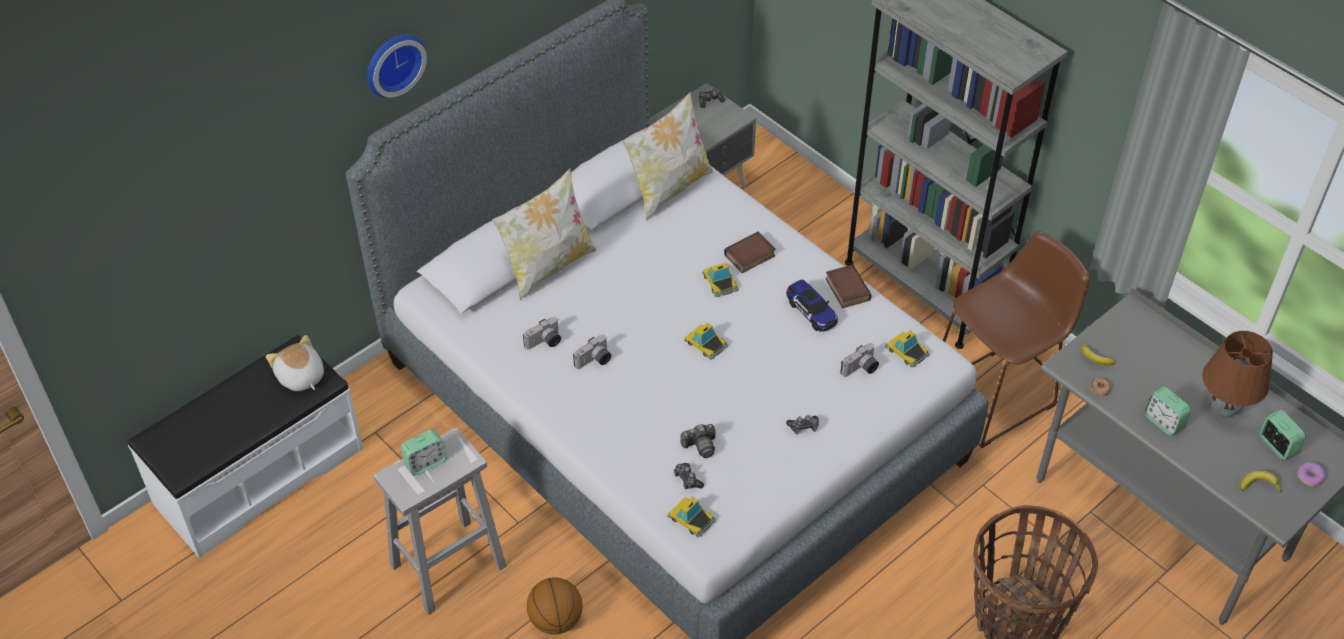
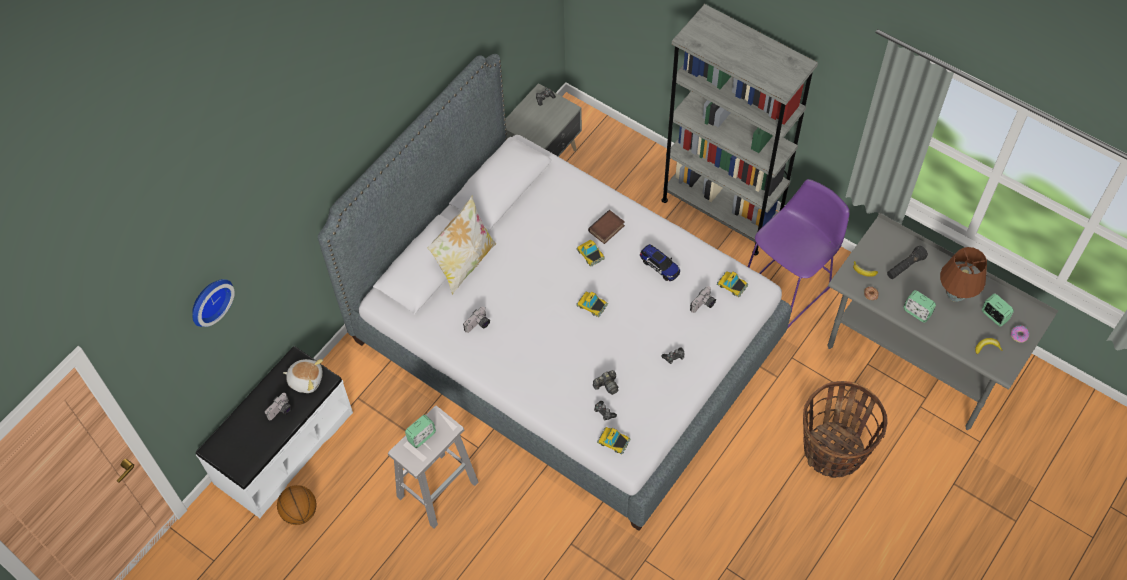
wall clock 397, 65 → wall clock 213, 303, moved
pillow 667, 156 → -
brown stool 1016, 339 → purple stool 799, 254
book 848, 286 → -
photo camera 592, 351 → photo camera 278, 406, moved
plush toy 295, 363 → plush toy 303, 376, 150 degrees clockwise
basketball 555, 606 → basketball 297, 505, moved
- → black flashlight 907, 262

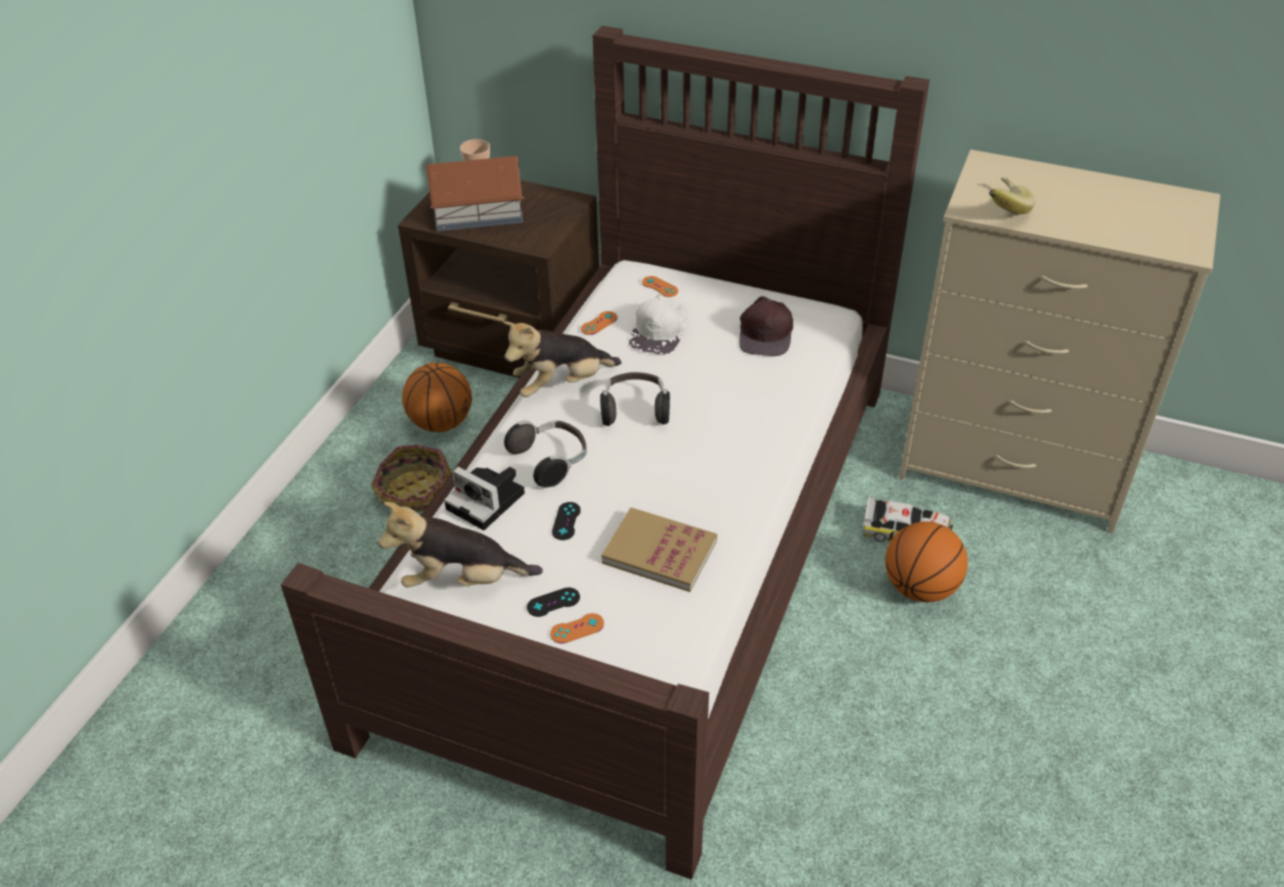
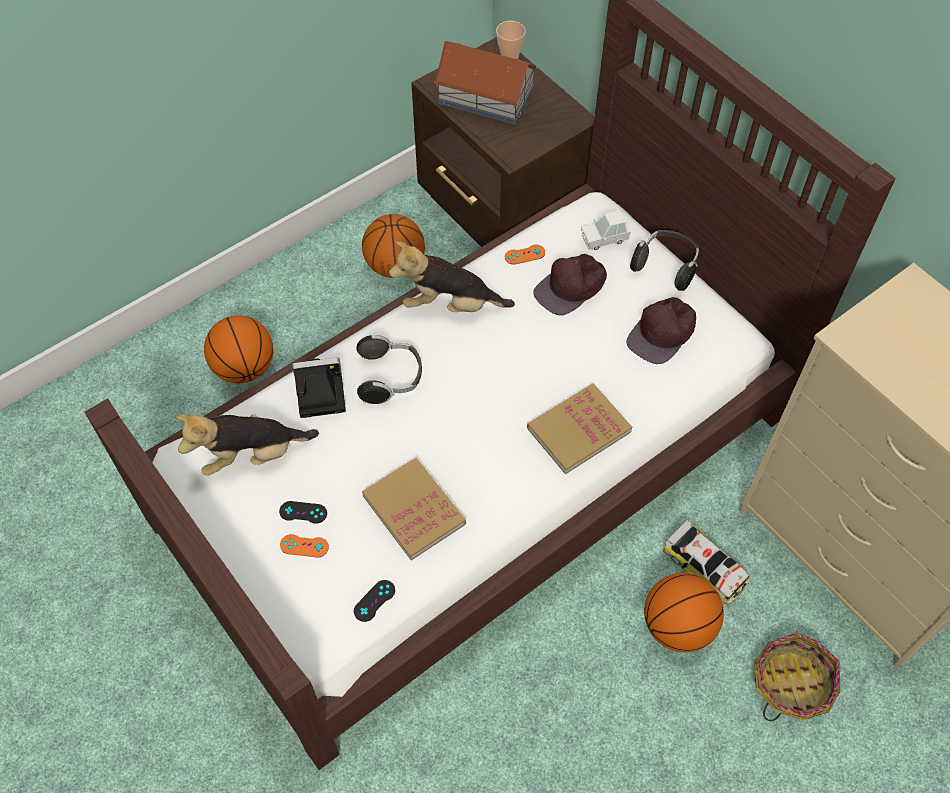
banana 1012, 195 → -
orange game controller 660, 286 → white toy car 606, 230
white cap 659, 324 → brown cap 570, 284
headphones 635, 399 → headphones 664, 260, moved
basket 411, 478 → basket 797, 676, moved
photo camera 484, 498 → photo camera 319, 388, 105 degrees clockwise
plush toy 460, 544 → plush toy 247, 445, 45 degrees counterclockwise
black game controller 566, 521 → black game controller 374, 601, moved
- → basketball 238, 349
- → book 579, 429

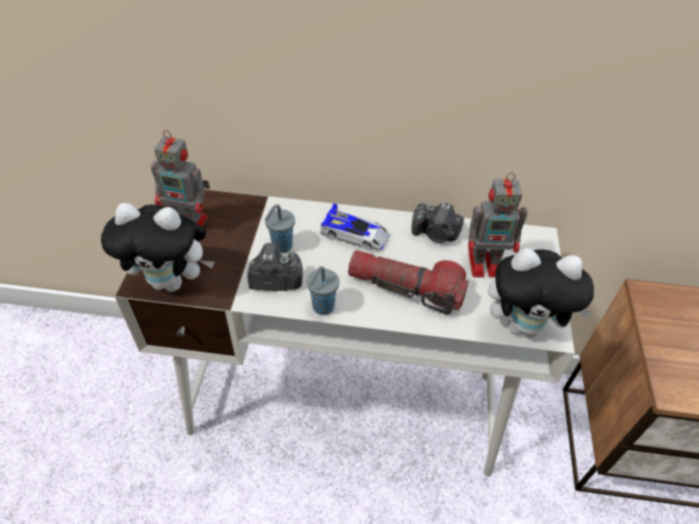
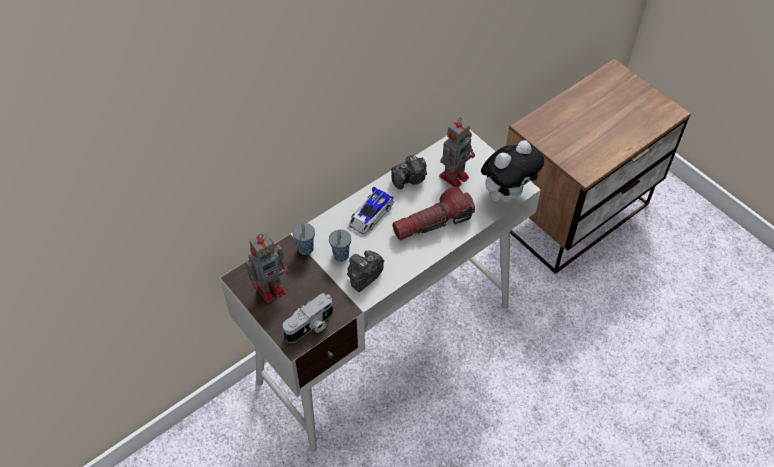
plush toy 157, 247 → photo camera 308, 318
toy car 354, 227 → toy car 371, 210, 150 degrees clockwise
grey cup 323, 290 → grey cup 304, 239, moved

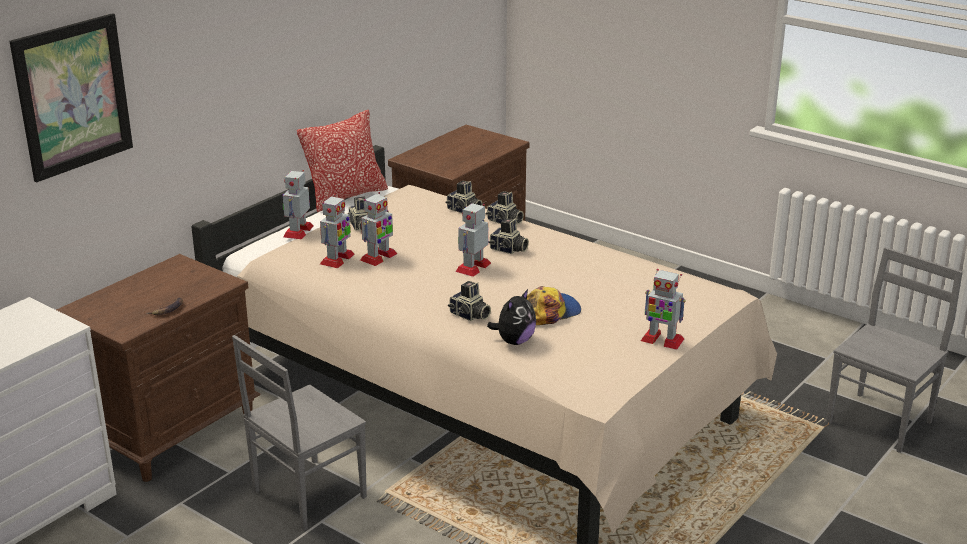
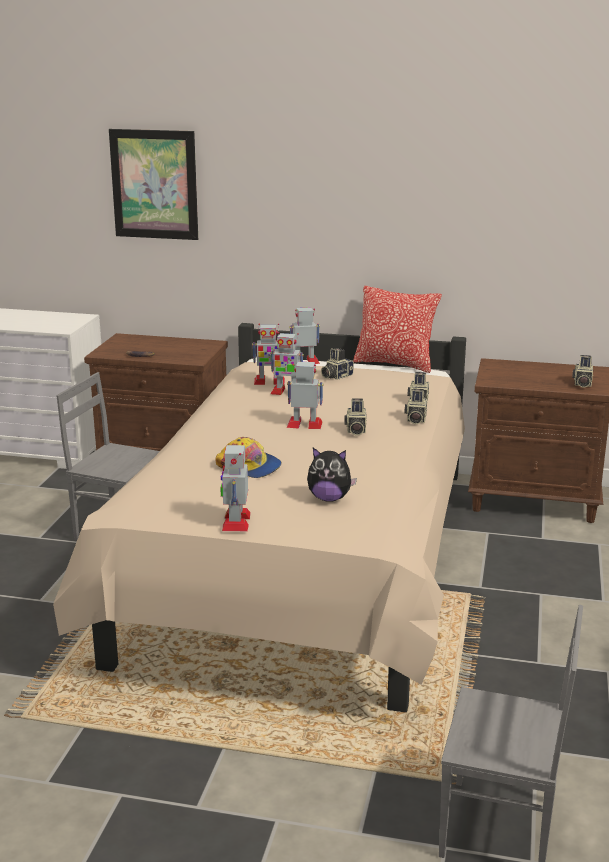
photo camera 469, 301 → photo camera 582, 371, moved
plush toy 511, 317 → plush toy 332, 475, moved

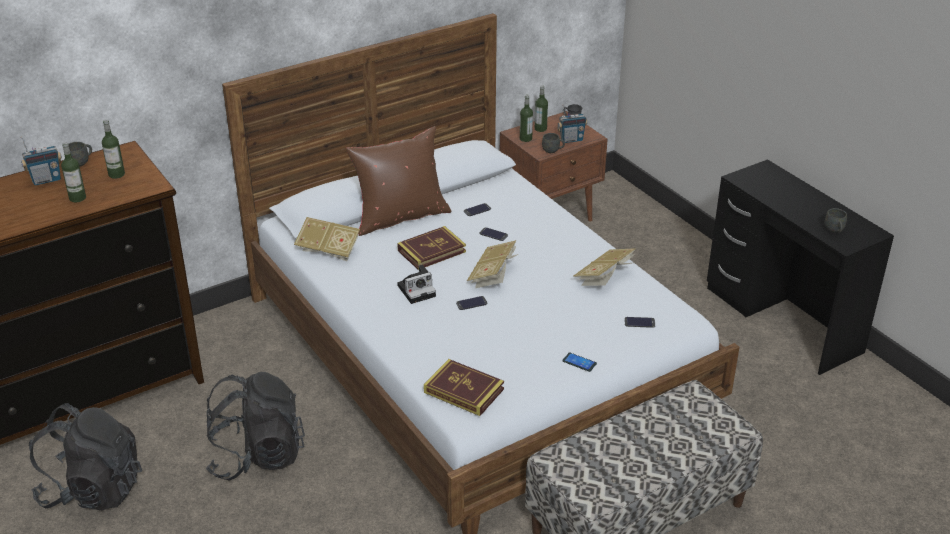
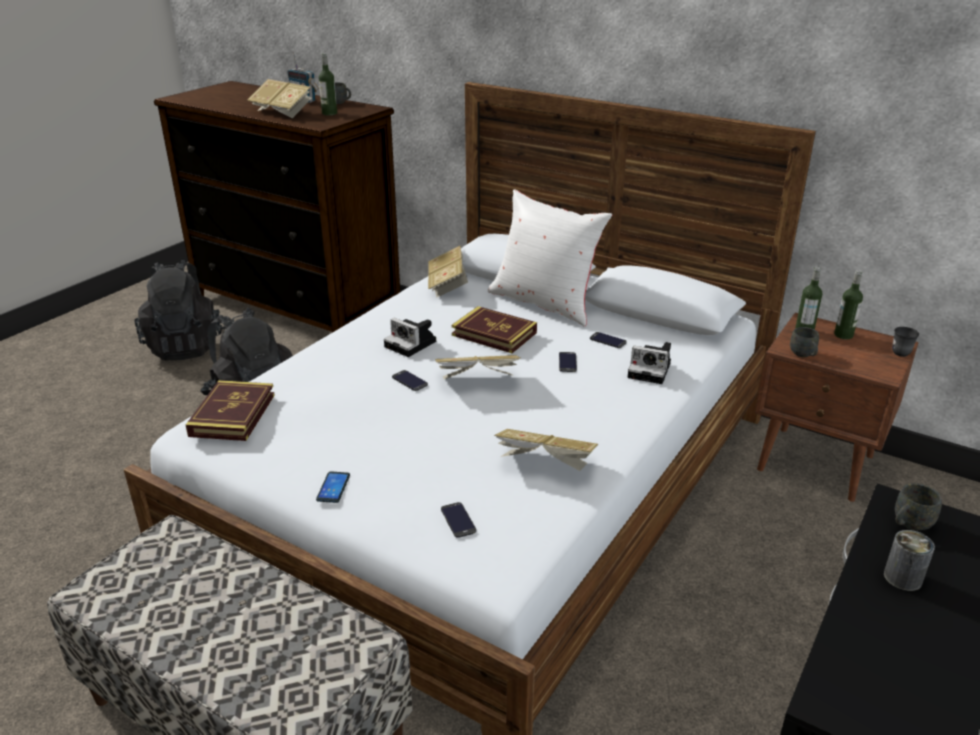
radio 572, 123 → -
brown pillow 399, 181 → white pillow 550, 257
bottle 73, 172 → book 279, 98
grey mug 836, 220 → grey mug 918, 506, moved
- → photo camera 649, 363
- → can 909, 560

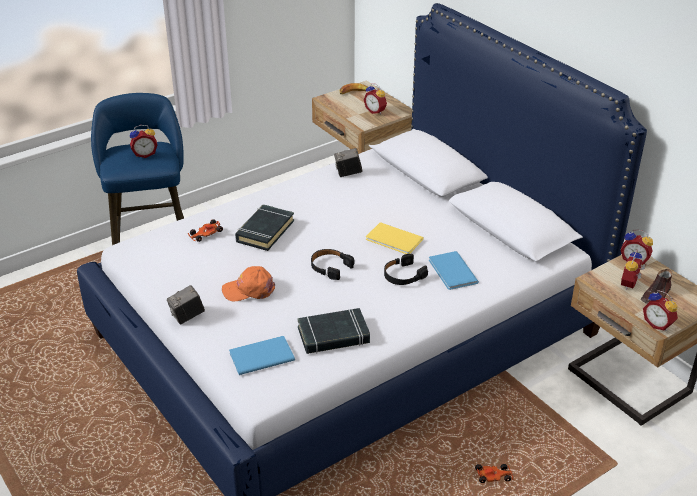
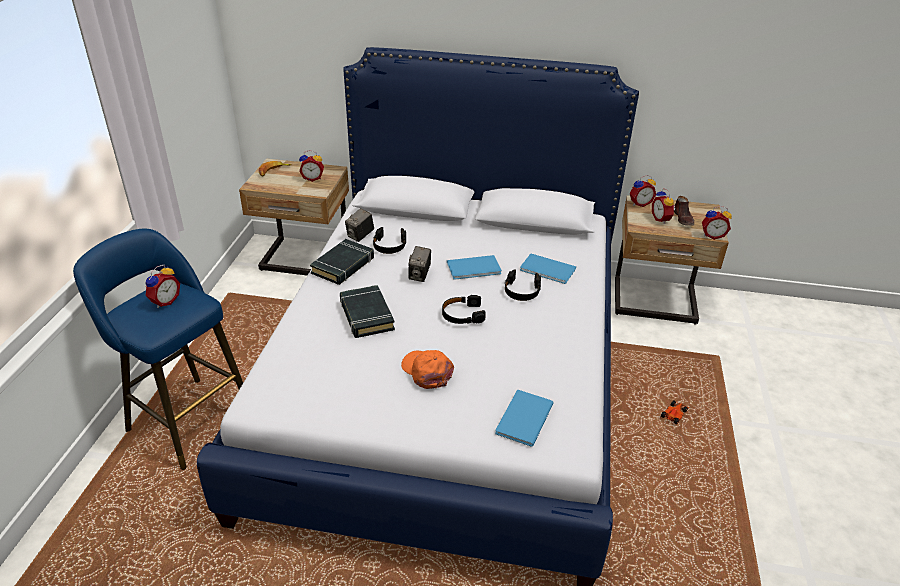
toy car 205, 230 → -
yellow book 395, 238 → blue book 474, 267
orange cap 248, 284 → orange cap 427, 369, 105 degrees clockwise
photo camera 186, 304 → photo camera 419, 264, moved
black book 333, 331 → black book 342, 262, moved
- → black headphones 389, 240

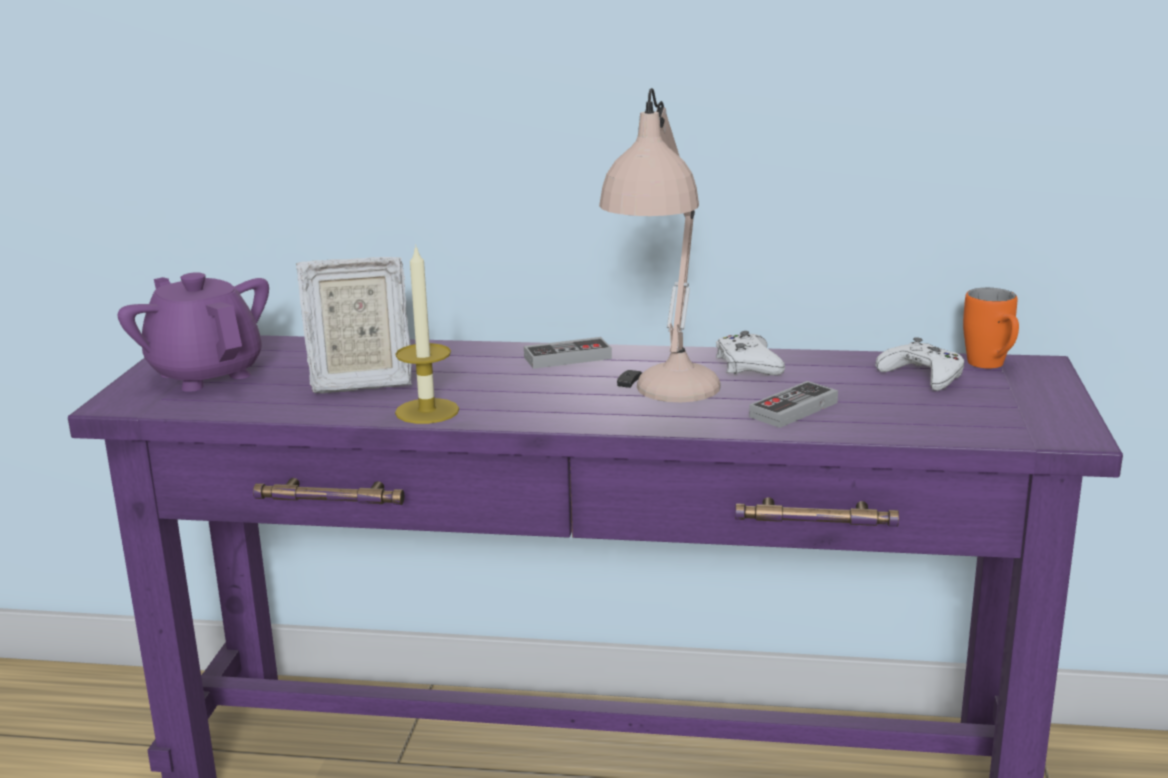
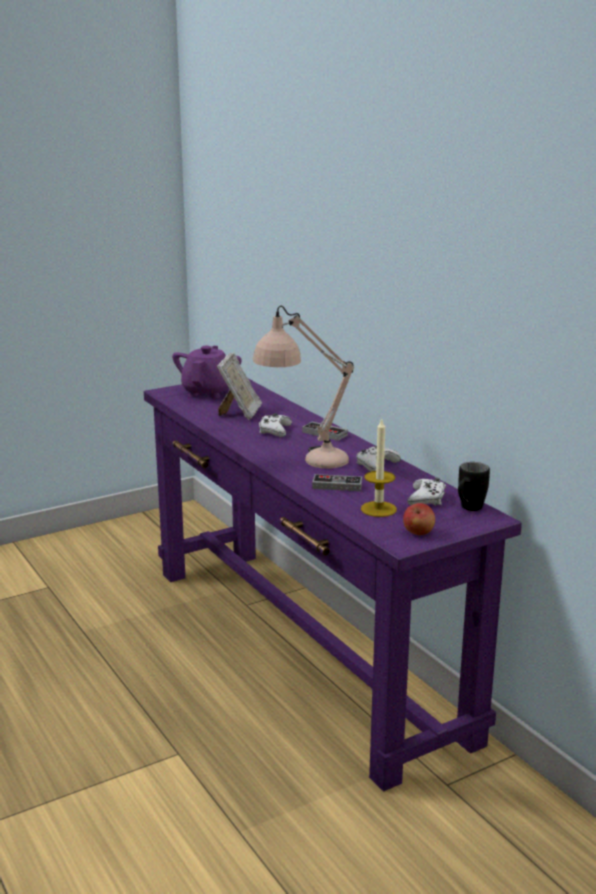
candle 427, 334 → candle 379, 467, moved
picture frame 354, 325 → picture frame 239, 386, 120 degrees counterclockwise
orange mug 991, 328 → black mug 474, 486
- → white game controller 275, 425
- → apple 419, 519

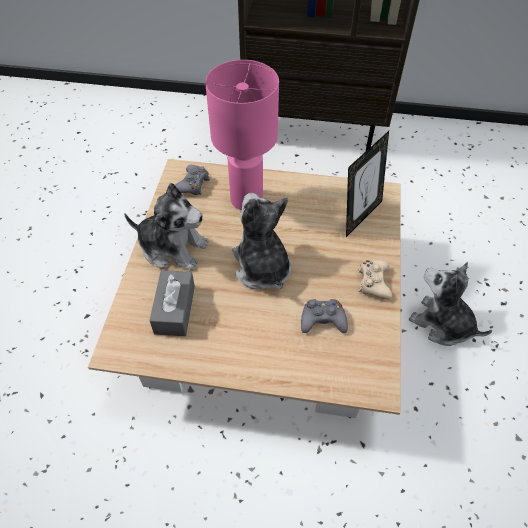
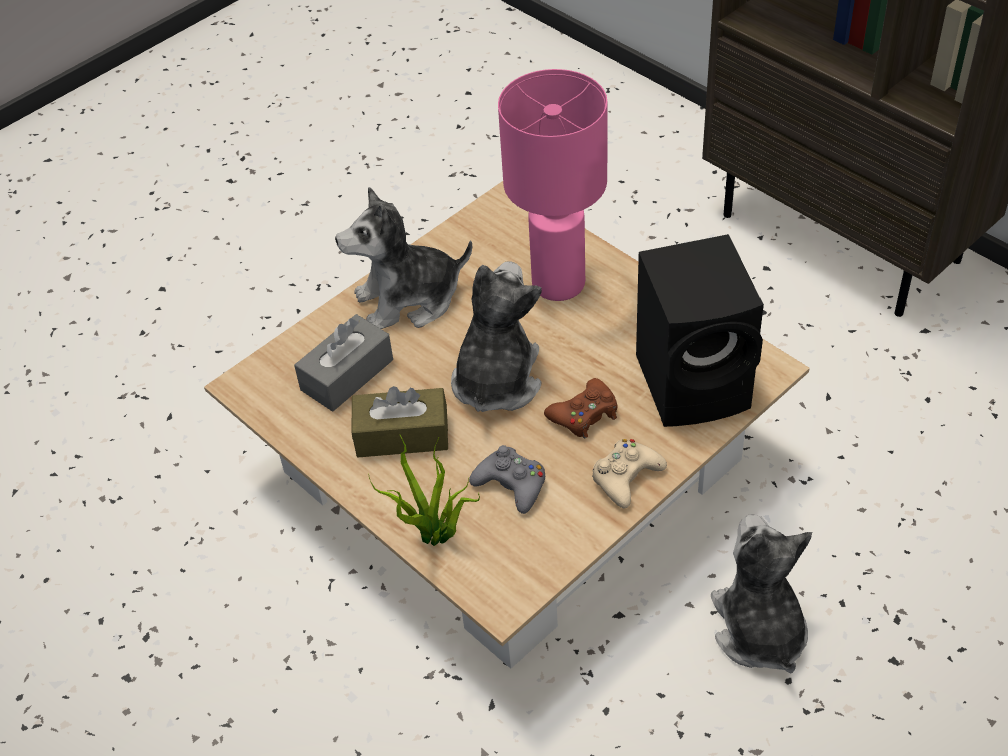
picture frame 367, 184 → black speaker 700, 330
grey game controller 192, 180 → -
plush toy 166, 227 → plush toy 403, 258, 105 degrees clockwise
- → brown game controller 580, 408
- → brown tissue box 399, 421
- → potted plant 424, 490

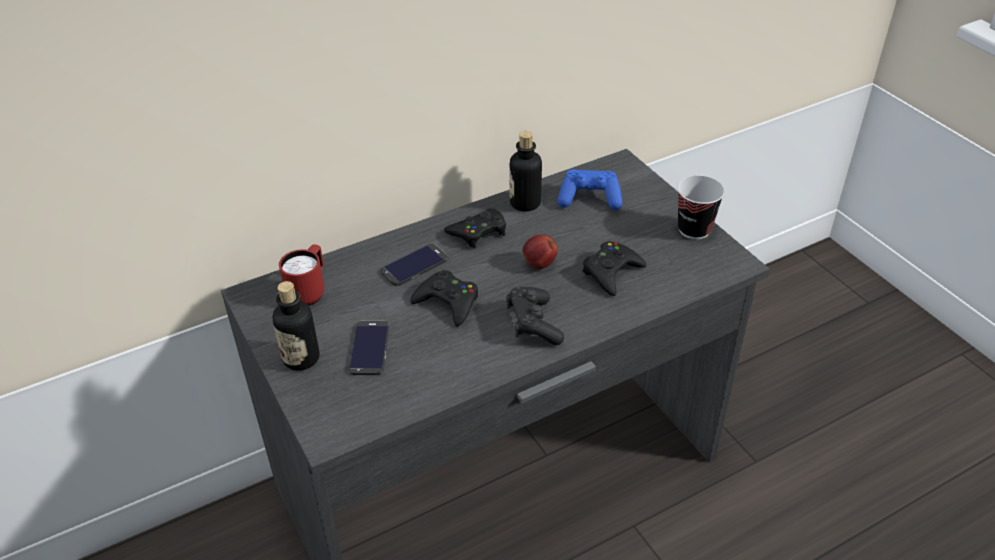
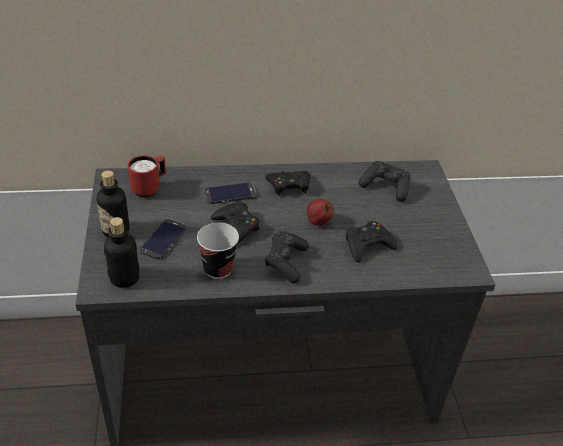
bottle 526, 171 → bottle 122, 252, moved
blue game controller 590, 189 → black game controller 385, 181
cup 701, 207 → cup 218, 251, moved

